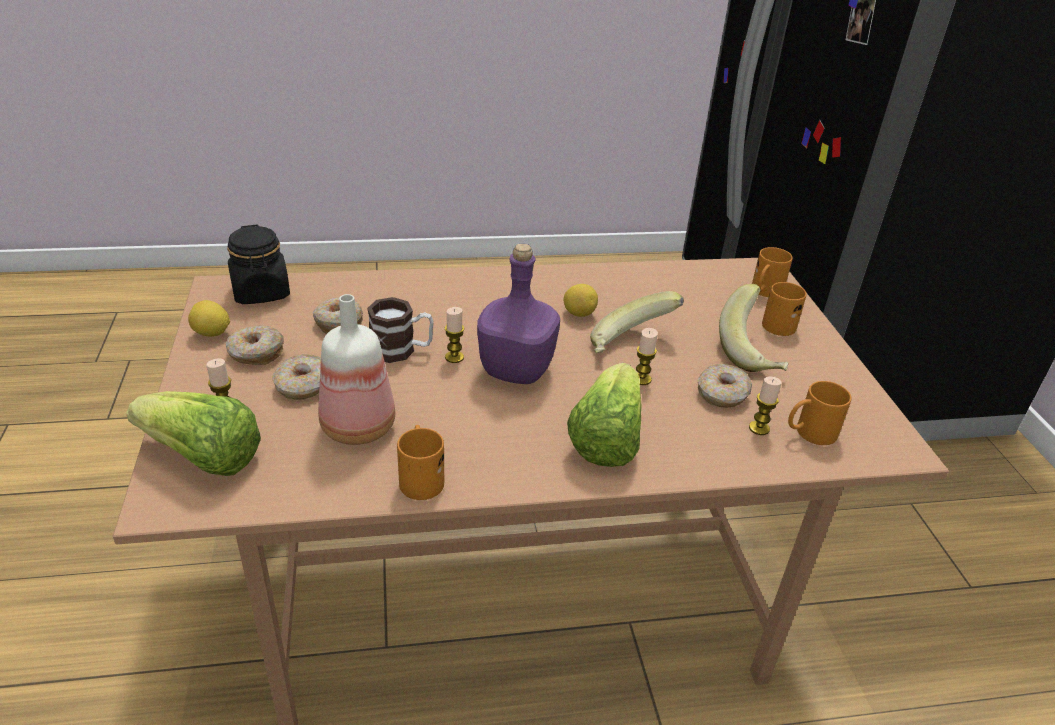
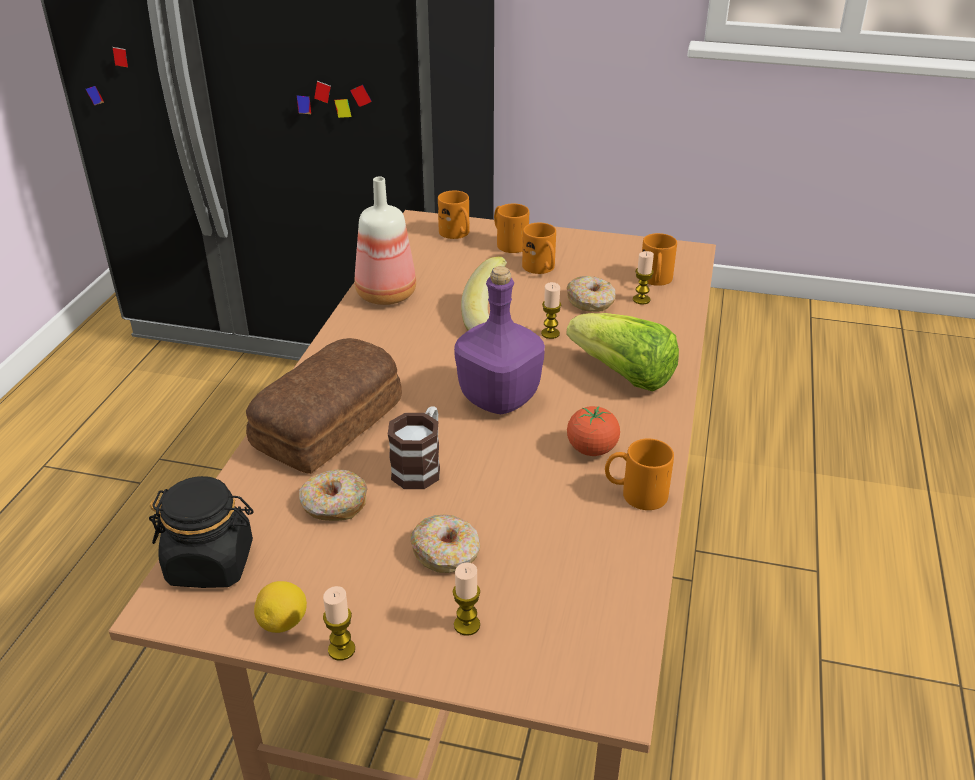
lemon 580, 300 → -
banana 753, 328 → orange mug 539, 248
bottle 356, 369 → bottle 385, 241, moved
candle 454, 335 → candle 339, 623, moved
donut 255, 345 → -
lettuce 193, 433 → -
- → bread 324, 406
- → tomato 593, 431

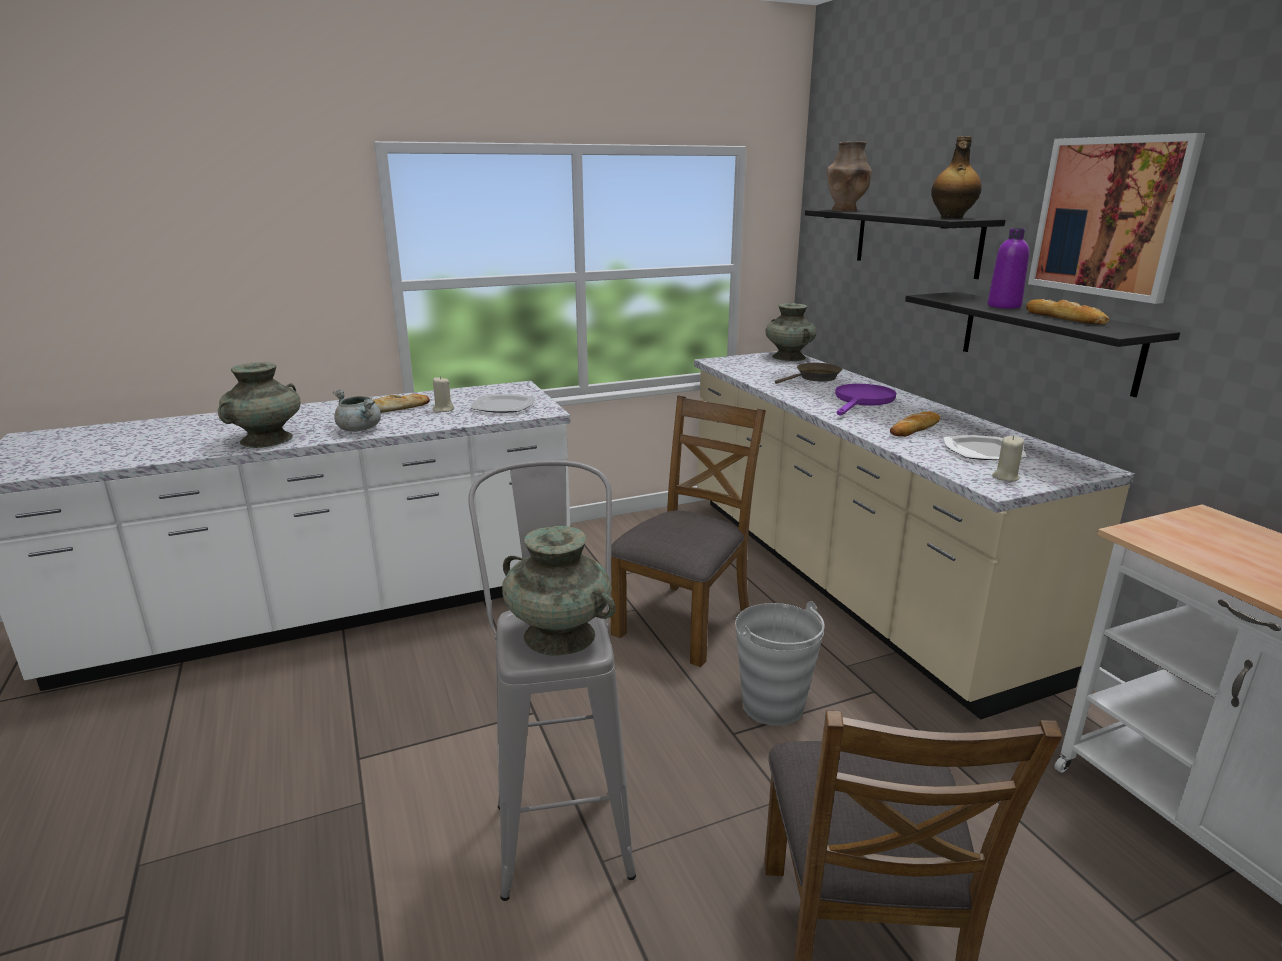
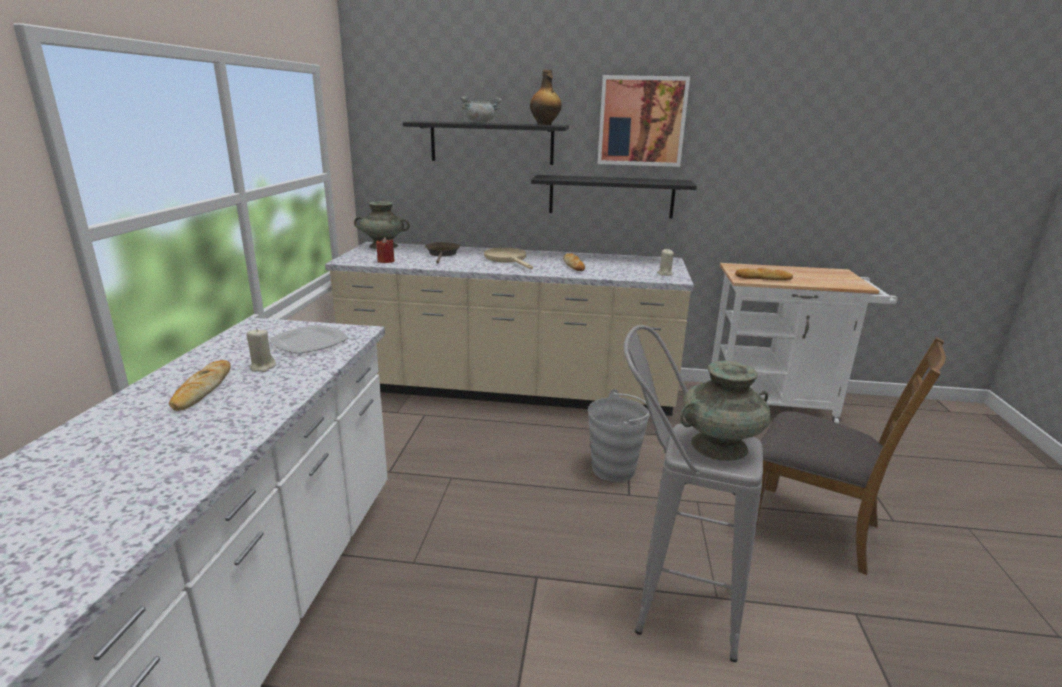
brown vase 849, 176 → -
purple bottle 1008, 268 → -
bread 1067, 312 → bread 764, 274, moved
turquoise vase 259, 405 → -
purple frying pan 865, 399 → beige frying pan 508, 259
grey cooking pot 357, 410 → grey cooking pot 481, 109, moved
brown chair 688, 531 → -
plate 985, 447 → -
- → red candle 385, 250

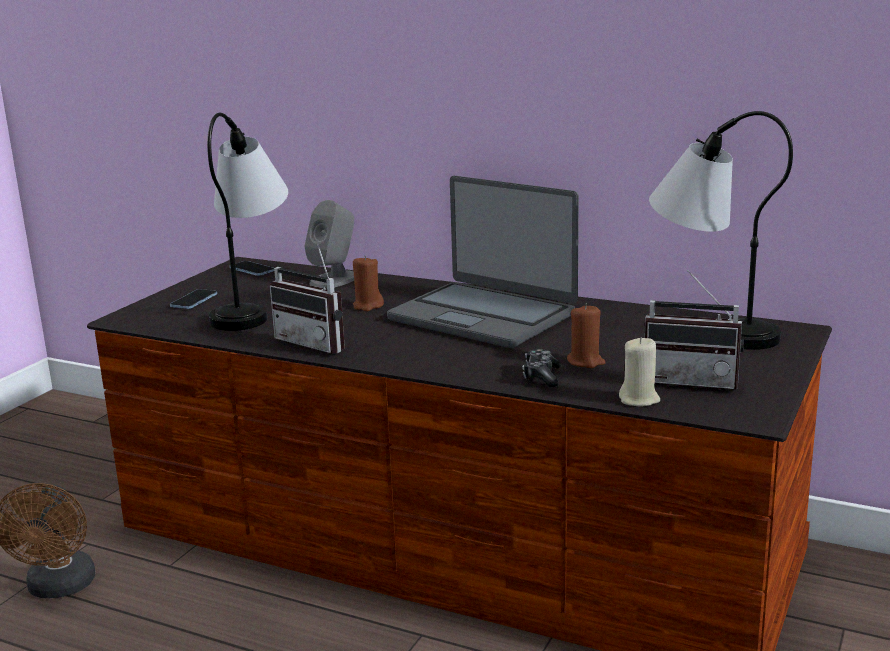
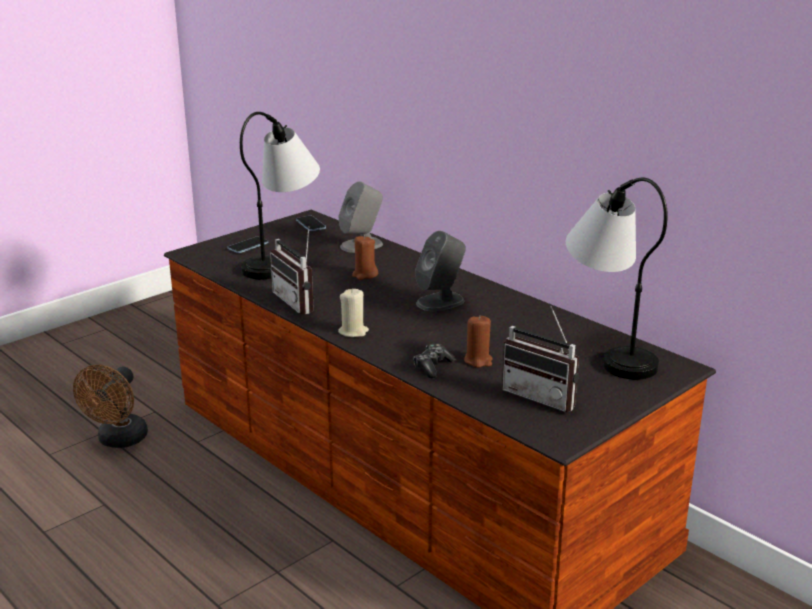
laptop 483, 262 → grey speaker 440, 271
beige candle 639, 371 → beige candle 353, 312, moved

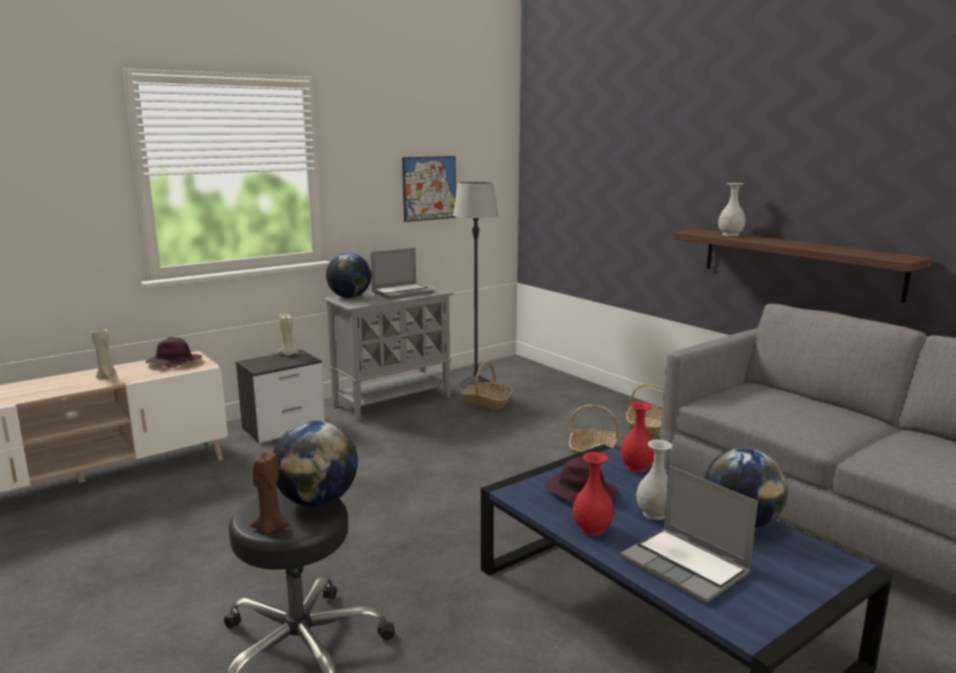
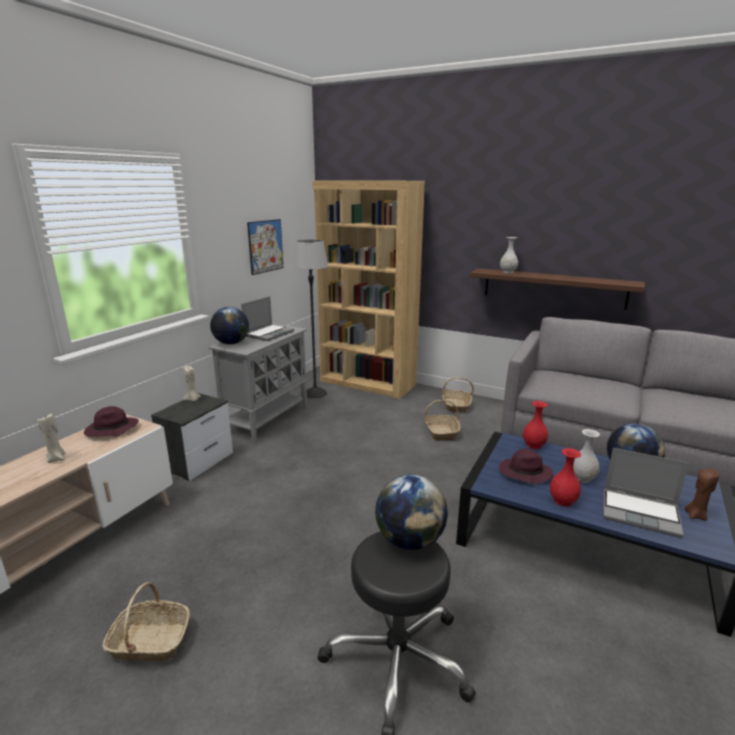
basket 486, 386 → basket 146, 621, moved
brown candle 270, 493 → brown candle 702, 494, moved
- → brown bookcase 369, 289

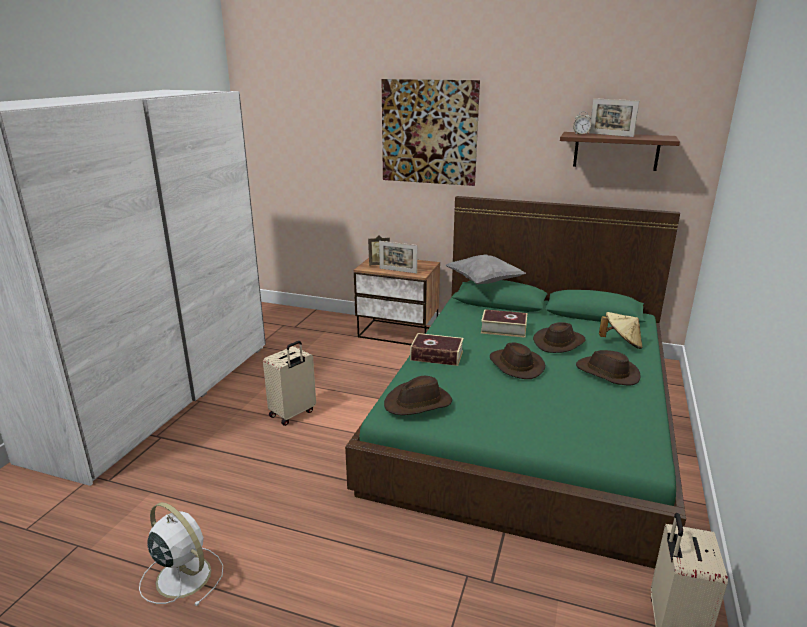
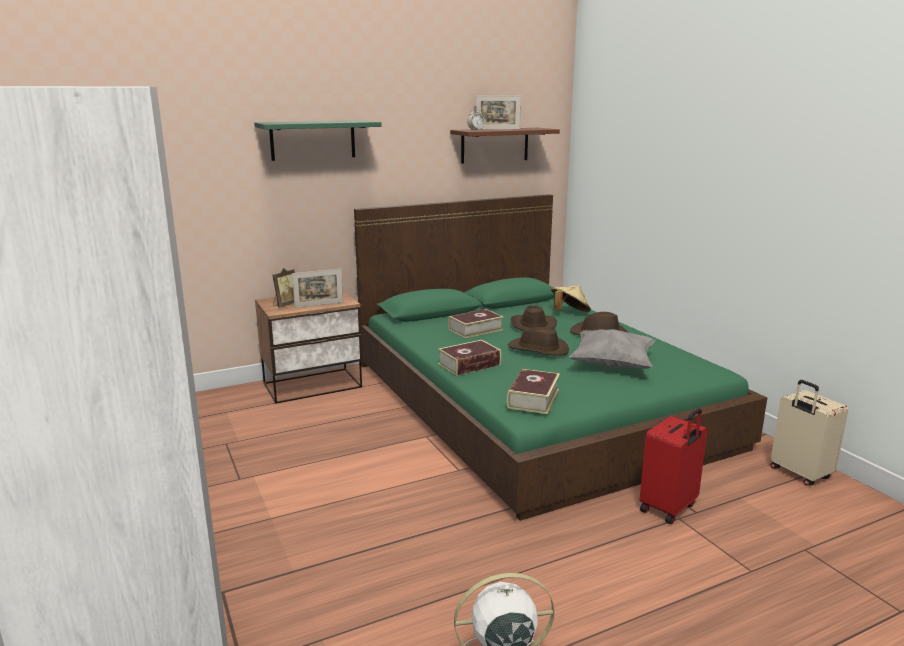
picture 431, 132 → green shelf 318, 140
grey pillow 486, 269 → grey pillow 612, 349, moved
beige suitcase 289, 383 → -
brown hat 418, 395 → book 533, 391
- → red suitcase 673, 466

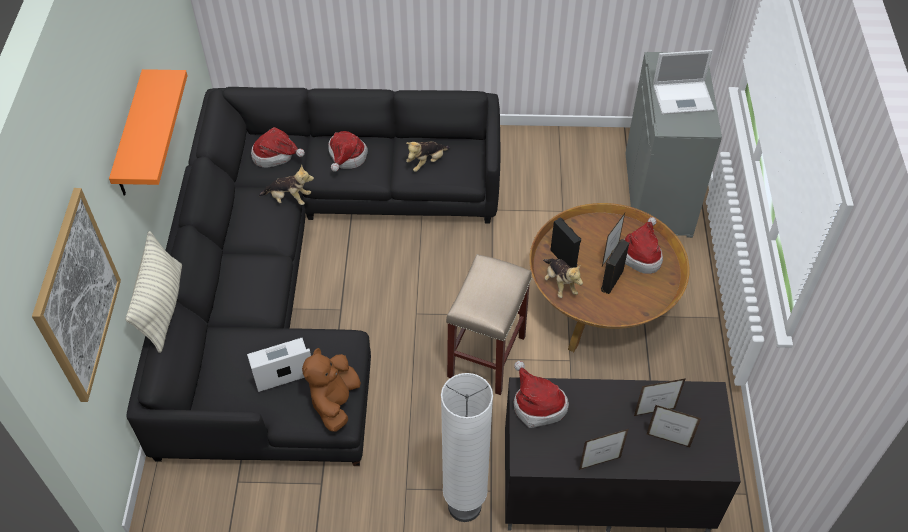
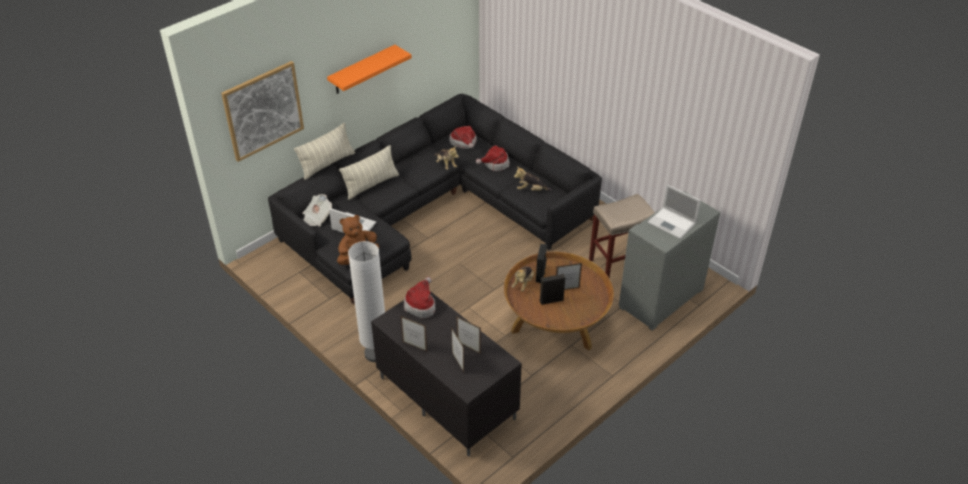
hat 643, 245 → -
beige stool 489, 324 → beige stool 622, 236, moved
- → pillow 369, 172
- → newspaper 317, 210

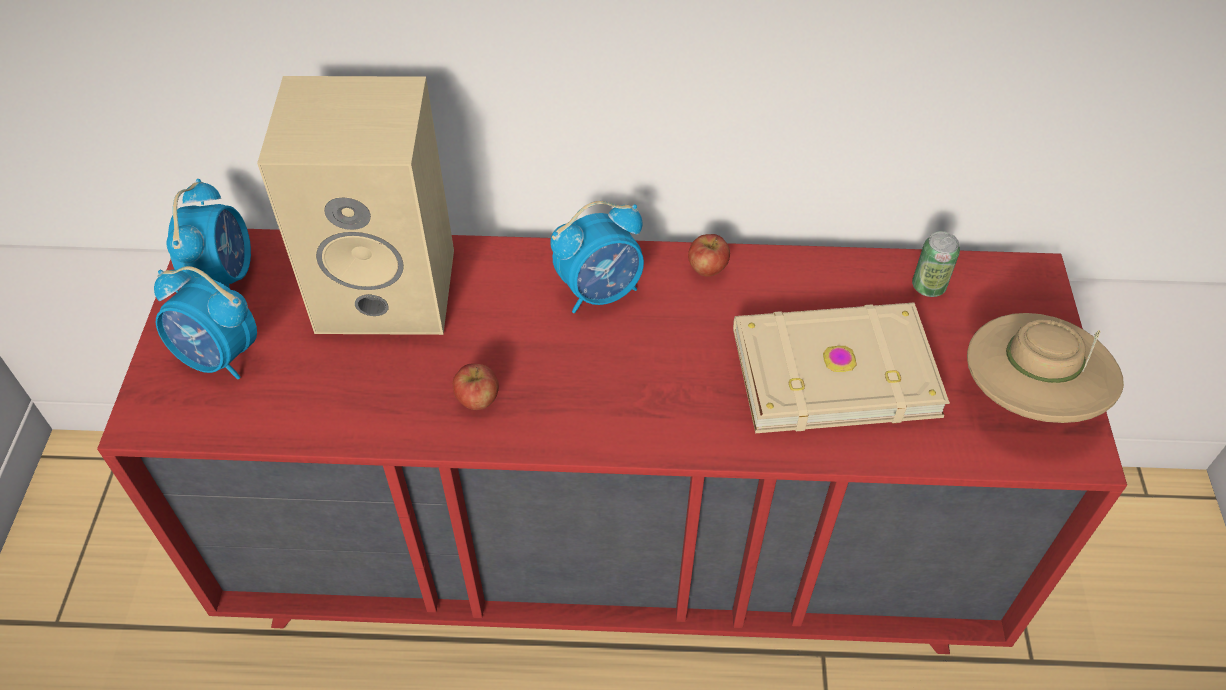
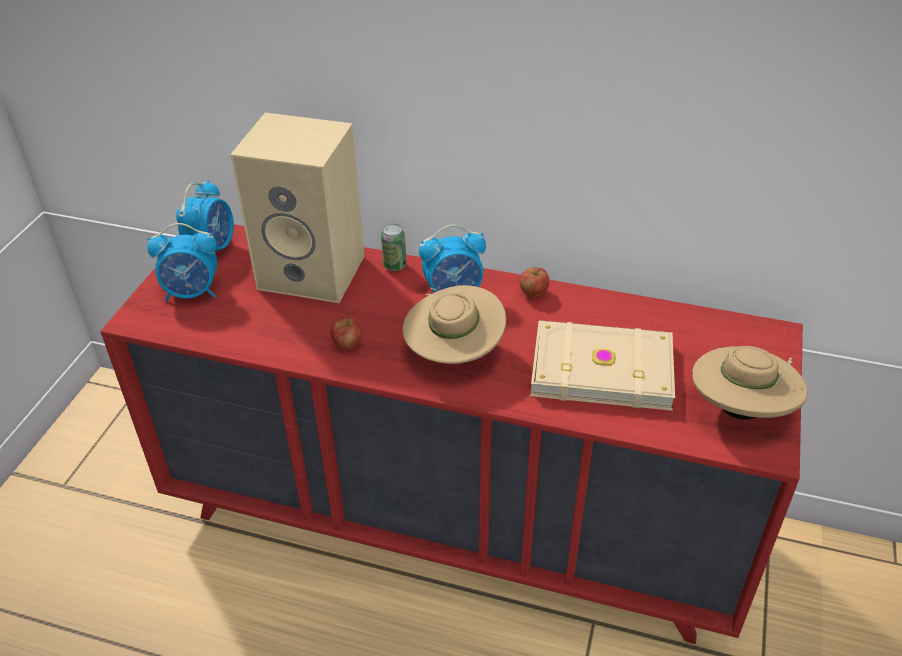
can 936, 264 → can 393, 247, moved
alarm clock 205, 322 → alarm clock 182, 262, 45 degrees counterclockwise
- → beige hat 454, 324

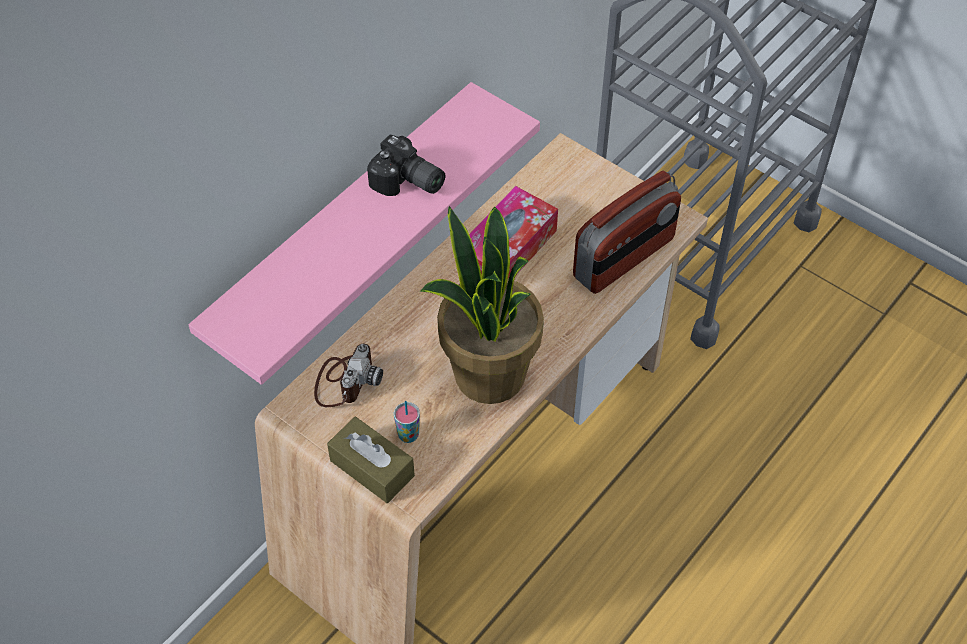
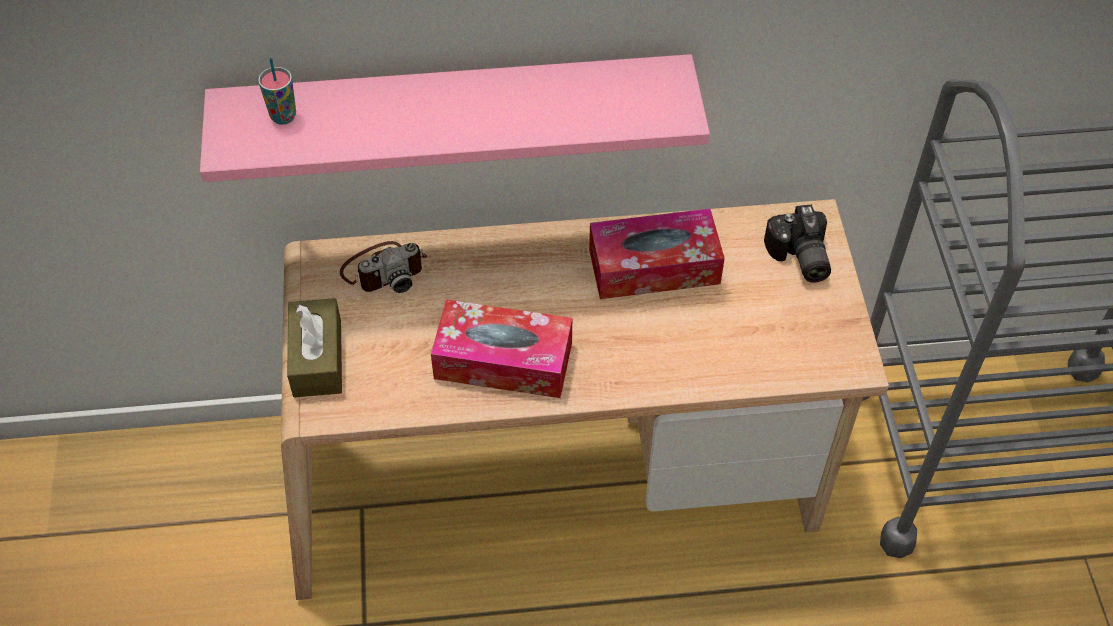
photo camera 406, 165 → photo camera 797, 244, moved
radio 627, 232 → -
potted plant 482, 305 → tissue box 501, 348
cup 407, 422 → cup 277, 91, moved

